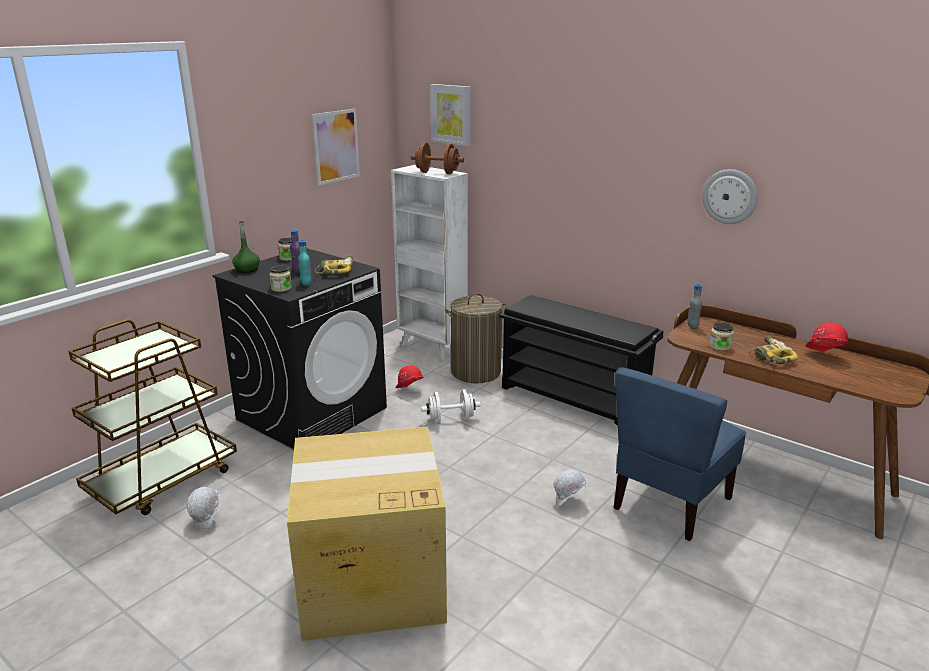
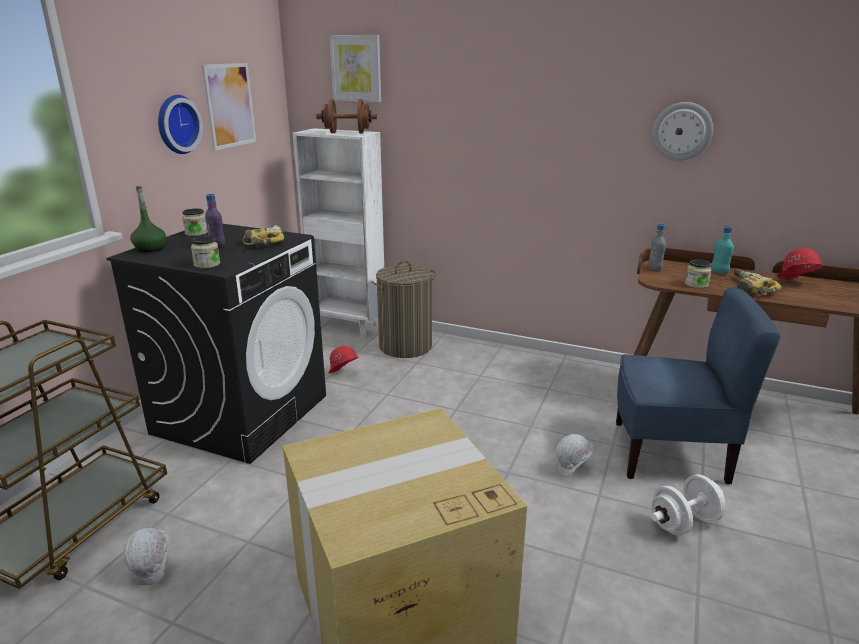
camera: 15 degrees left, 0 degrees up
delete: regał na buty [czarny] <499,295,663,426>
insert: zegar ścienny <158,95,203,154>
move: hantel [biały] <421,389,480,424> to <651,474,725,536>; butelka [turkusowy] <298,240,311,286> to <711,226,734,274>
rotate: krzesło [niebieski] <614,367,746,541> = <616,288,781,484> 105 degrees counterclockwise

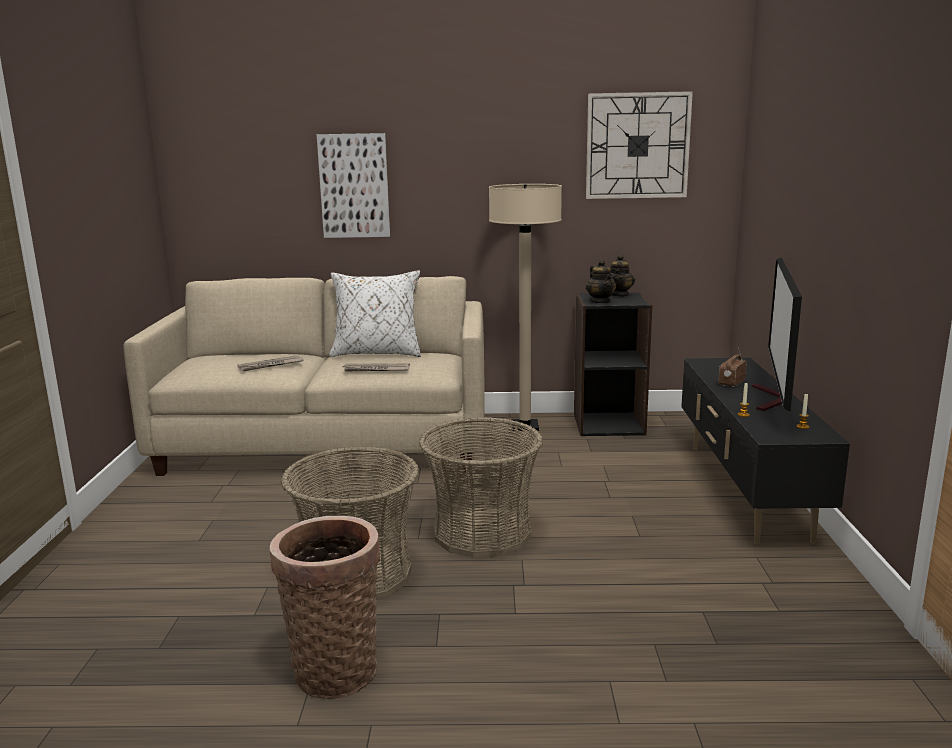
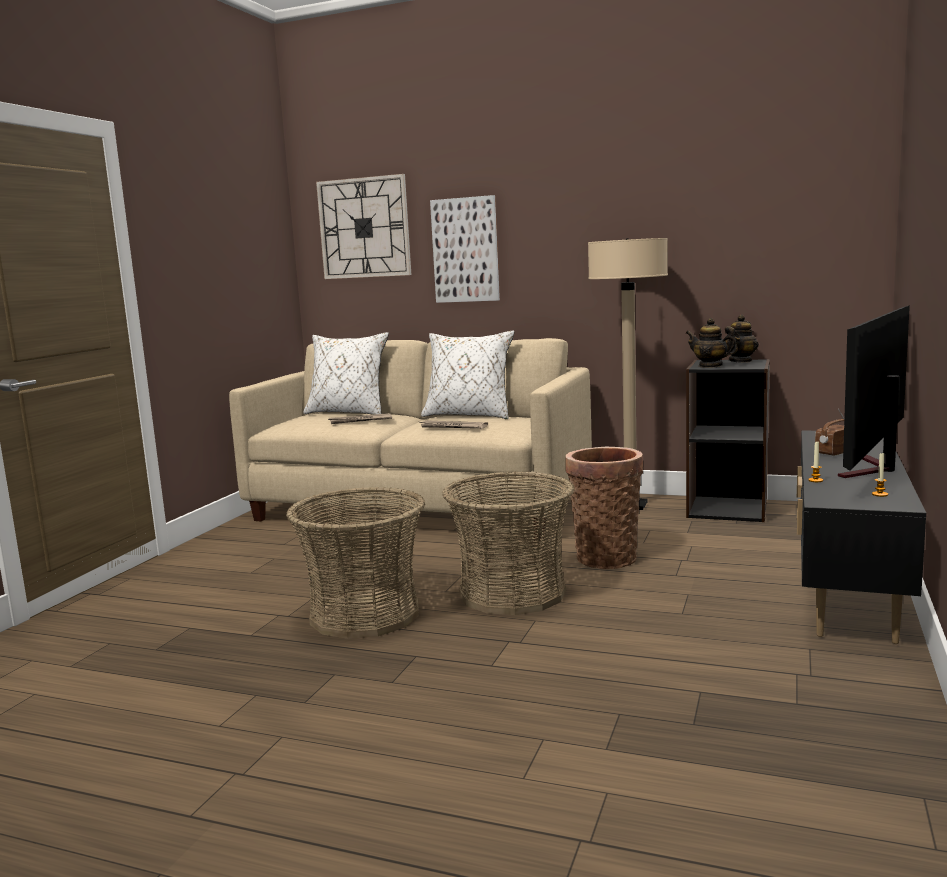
camera: 20 degrees right, 5 degrees down
insert: poduszka [biały] <303,332,389,415>
move: zegar ścienny <586,91,693,199> to <316,174,411,279>; koszyk <270,516,380,699> to <565,447,643,569>
rotate: imbryk <586,260,616,304> = <686,318,738,368> 120 degrees clockwise

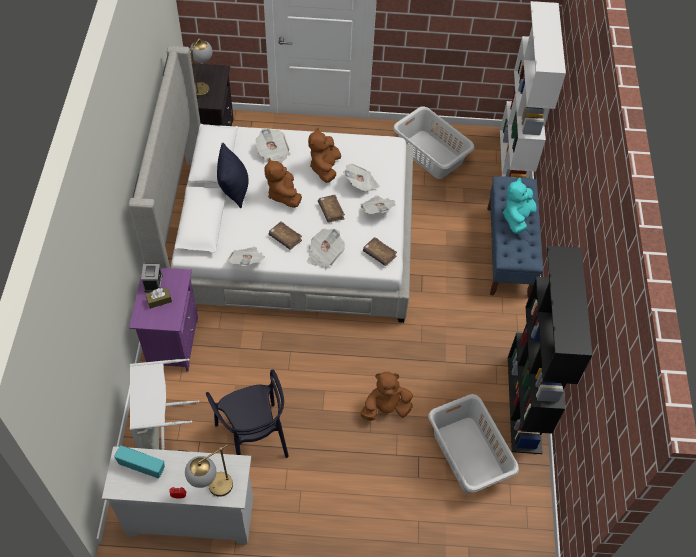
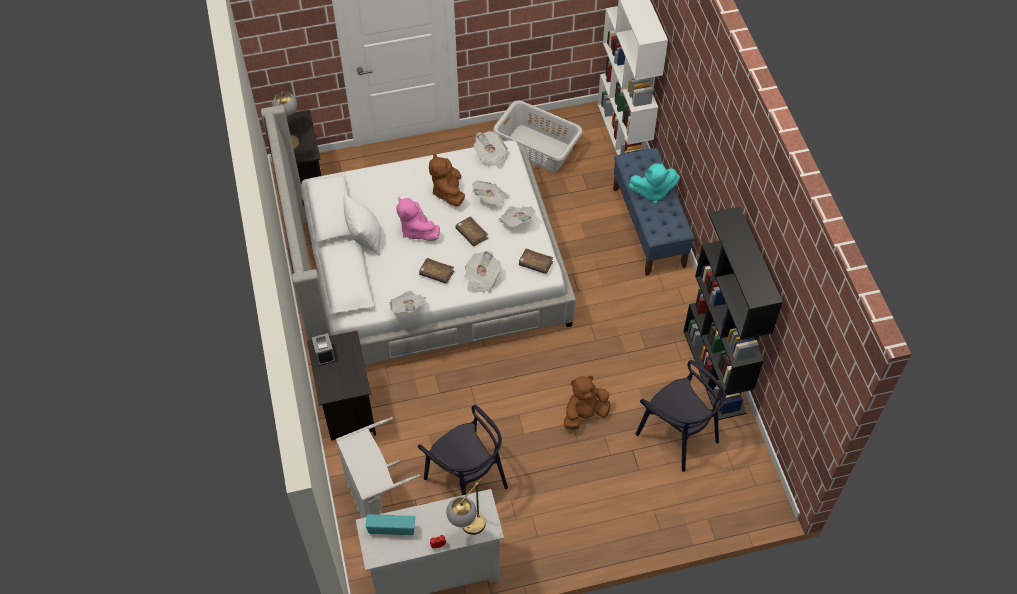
camera: 15 degrees left, 0 degrees up
delete: pudełko chusteczek [brązowy] <145,287,172,309>
move: gazeta <255,128,290,164> to <474,131,510,169>
replace: kosz na pranie [szary] <428,394,519,493> to krzesło [czarny] <635,360,726,472>
recolor: szafka nocna [fioletowy] <129,268,198,371> to szafka nocna [czarny] <307,331,376,441>; poduszka [czarny] <217,143,249,208> to poduszka [biały] <344,194,381,256>; pluszak [brązowy] <265,157,302,208> to pluszak [różowy] <396,197,440,241>
rotate: pluszak [turkusowy] <503,178,537,234> = <628,163,680,204> 105 degrees counterclockwise

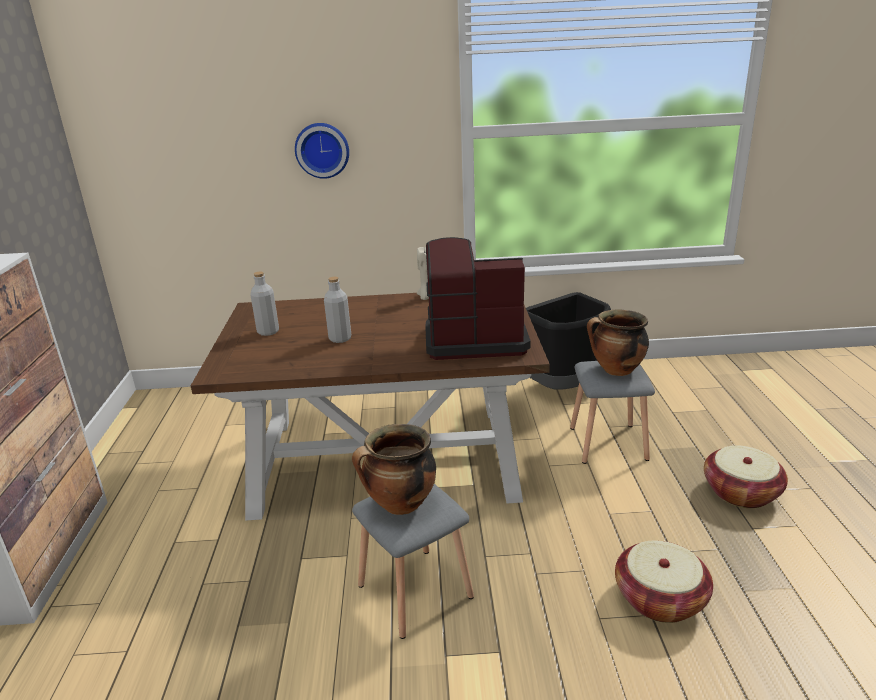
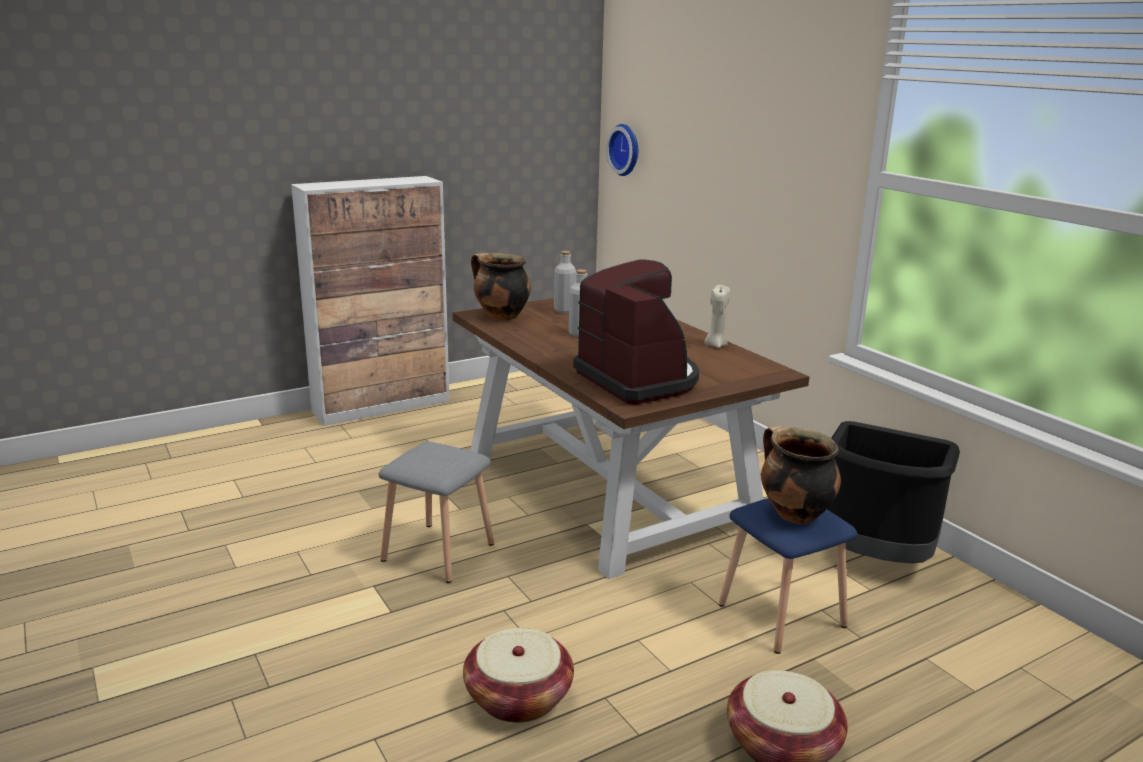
camera: 60 degrees right, 5 degrees down
move: garnek <352,424,436,515> to <471,253,531,320>; zegar ścienny <295,123,349,179> to <606,124,638,176>
recolor: stołek [szary] <570,361,655,464> to stołek [niebieski] <719,498,857,654>

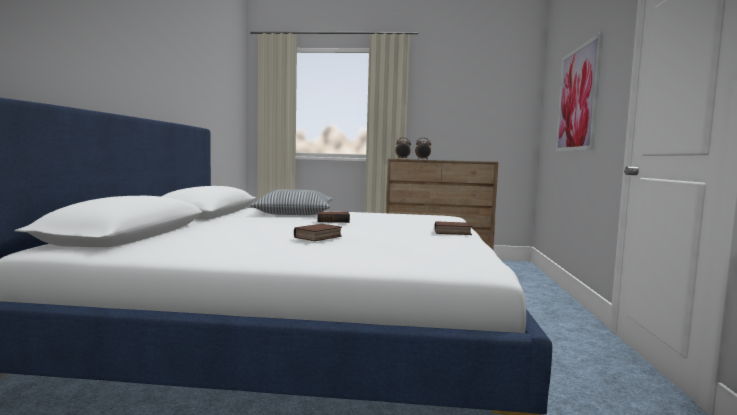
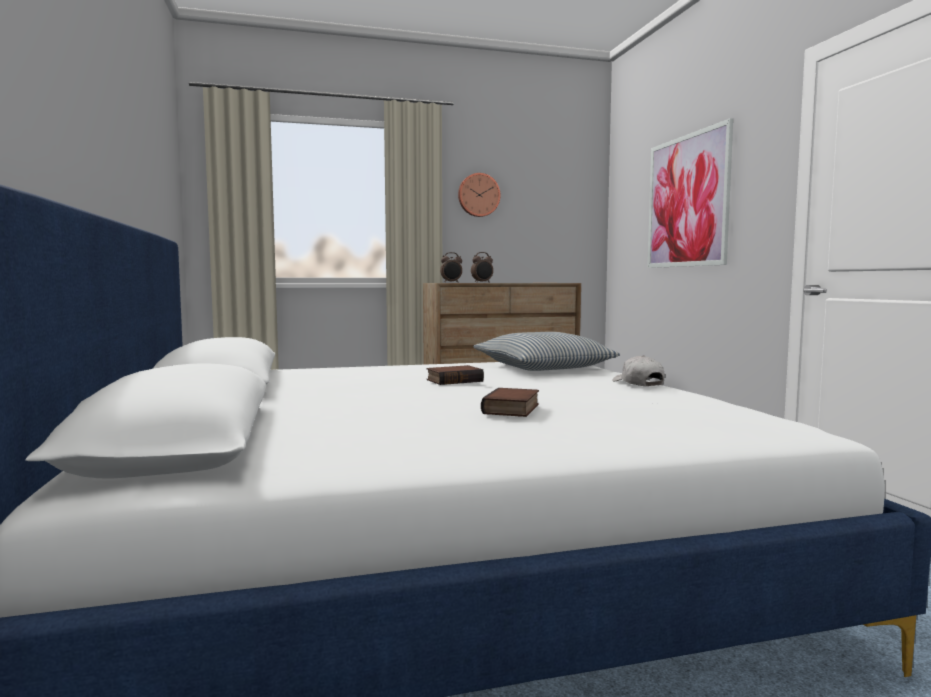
camera: 20 degrees left, 0 degrees up
insert: zegar ścienny <458,173,500,217>
move: poduszka <250,189,332,215> to <473,332,620,371>
replace: książka <435,221,472,235> to czapka z daszkiem [biały] <612,355,664,386>

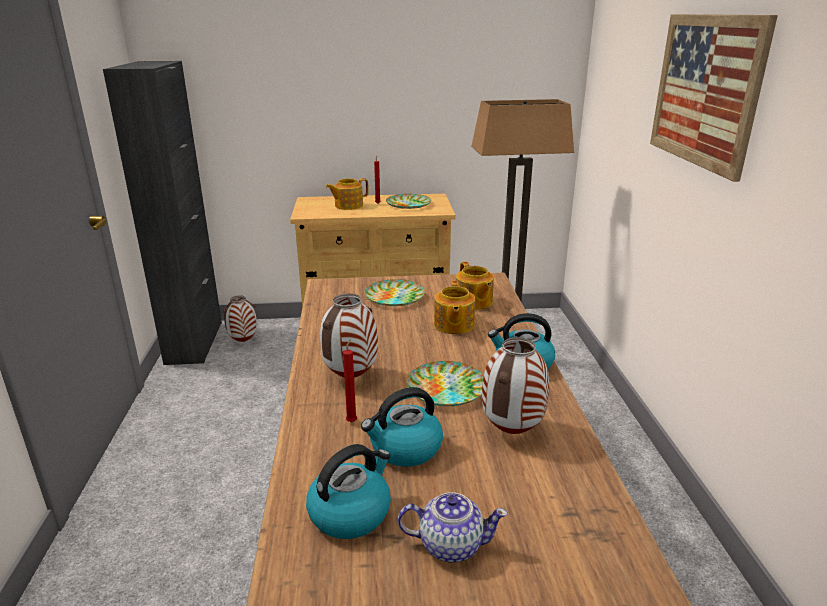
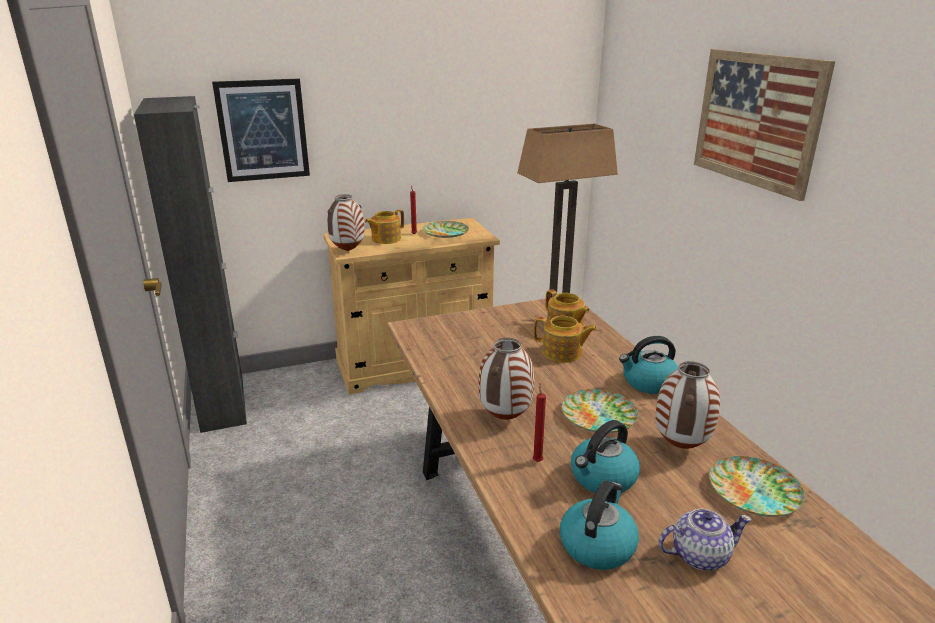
camera: 15 degrees left, 0 degrees up
insert: obraz <212,78,310,182>
move: wazon <223,295,257,342> to <327,194,365,251>; talerz <365,279,425,306> to <709,456,805,517>
rotate: imbryk <434,281,475,334> = <534,316,597,363> 60 degrees counterclockwise

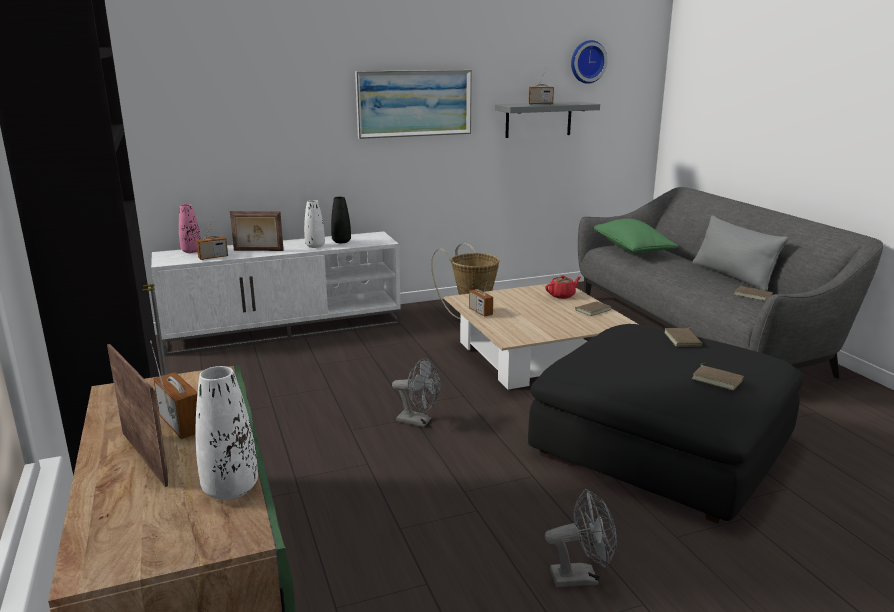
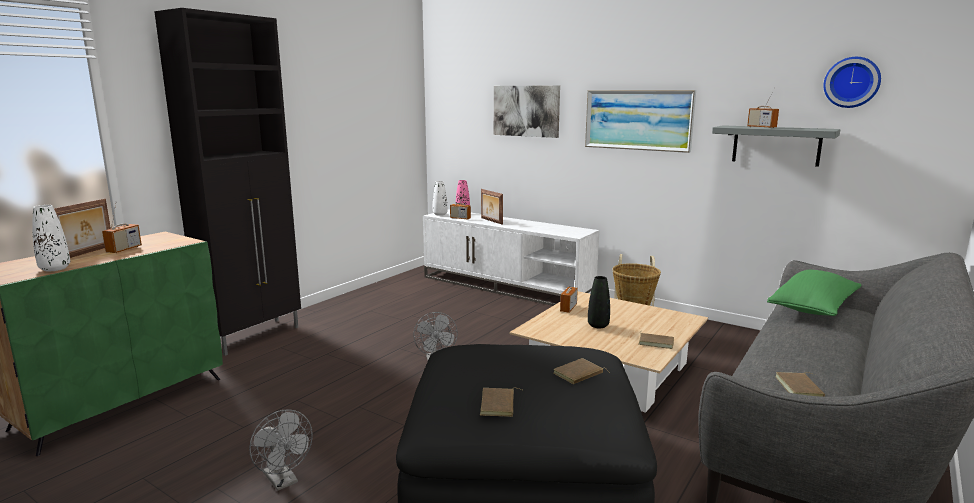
camera: 55 degrees right, 5 degrees down
delete: imbryk [czerwony] <545,275,581,299>; poduszka [szary] <693,215,789,291>
insert: obraz <494,86,560,138>
move: wazon [biały] <304,200,325,248> to <433,181,447,216>; wazon [czarny] <331,197,351,243> to <588,276,610,329>

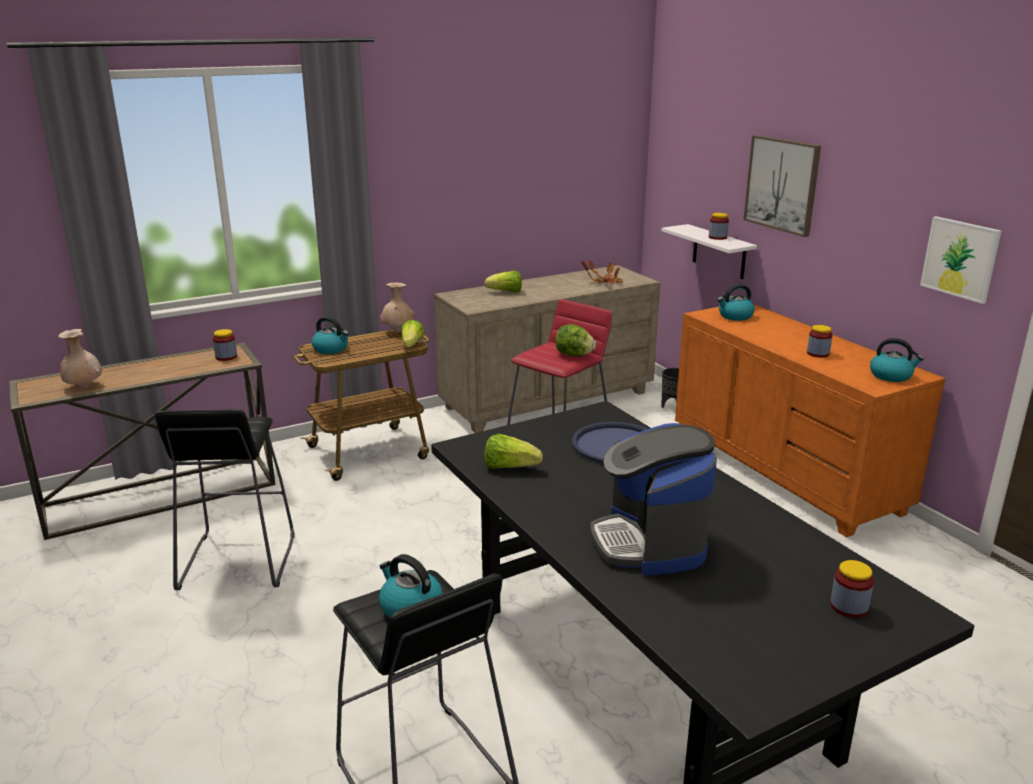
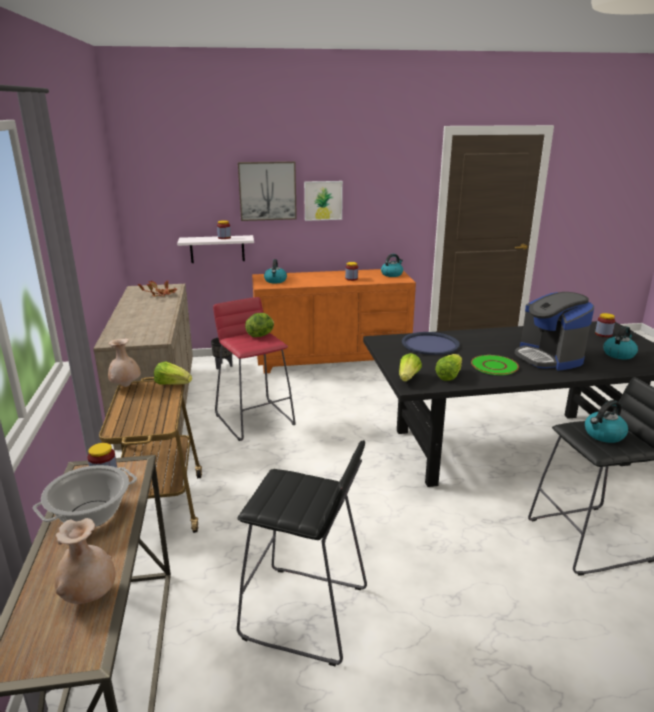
camera: 70 degrees left, 0 degrees up
insert: garnek <33,465,137,527>; talerz [zielony] <471,355,519,375>
move: obraz <920,216,1001,304> to <304,181,343,221>; sałata <485,271,522,293> to <399,353,422,382>; czajnik <312,316,349,354> to <604,326,638,359>
rotate: ekspres do kawy <590,423,717,576> = <515,292,594,371> 60 degrees clockwise

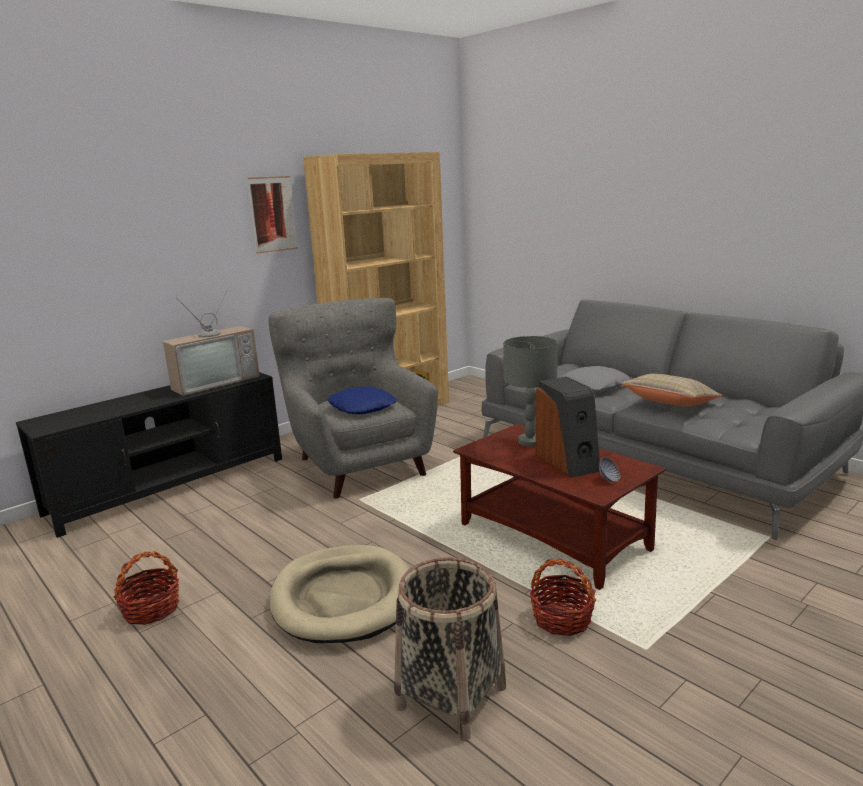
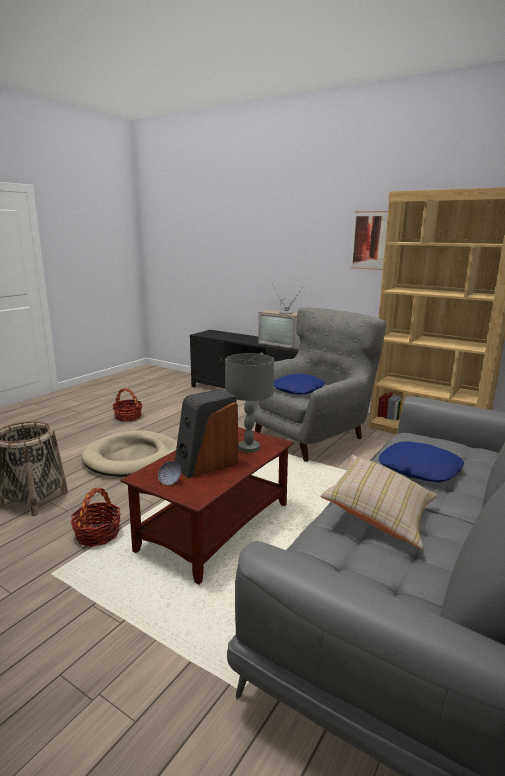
camera: 75 degrees right, 0 degrees up
recolor: poduszka [szary] <560,366,630,392> to poduszka [niebieski] <379,441,464,482>

